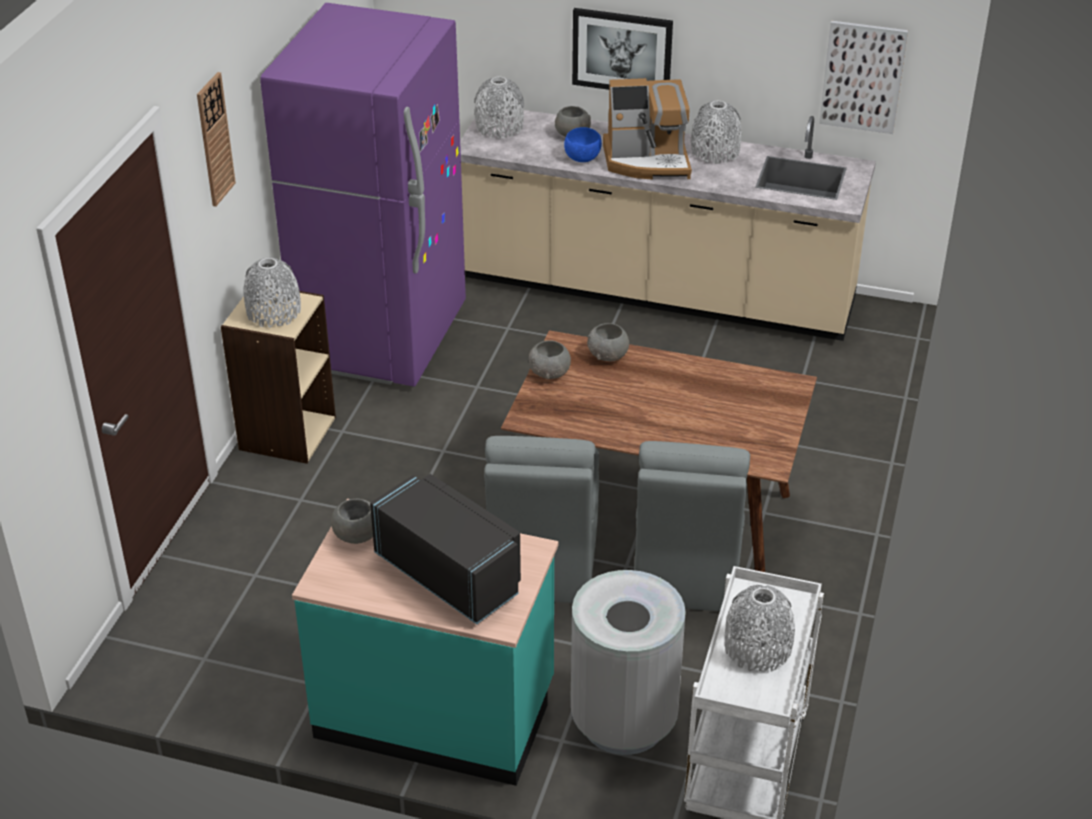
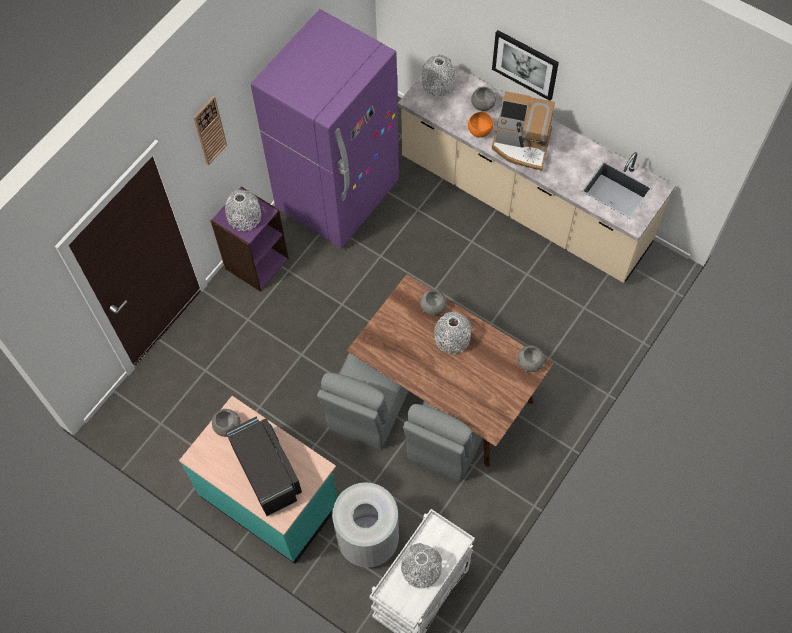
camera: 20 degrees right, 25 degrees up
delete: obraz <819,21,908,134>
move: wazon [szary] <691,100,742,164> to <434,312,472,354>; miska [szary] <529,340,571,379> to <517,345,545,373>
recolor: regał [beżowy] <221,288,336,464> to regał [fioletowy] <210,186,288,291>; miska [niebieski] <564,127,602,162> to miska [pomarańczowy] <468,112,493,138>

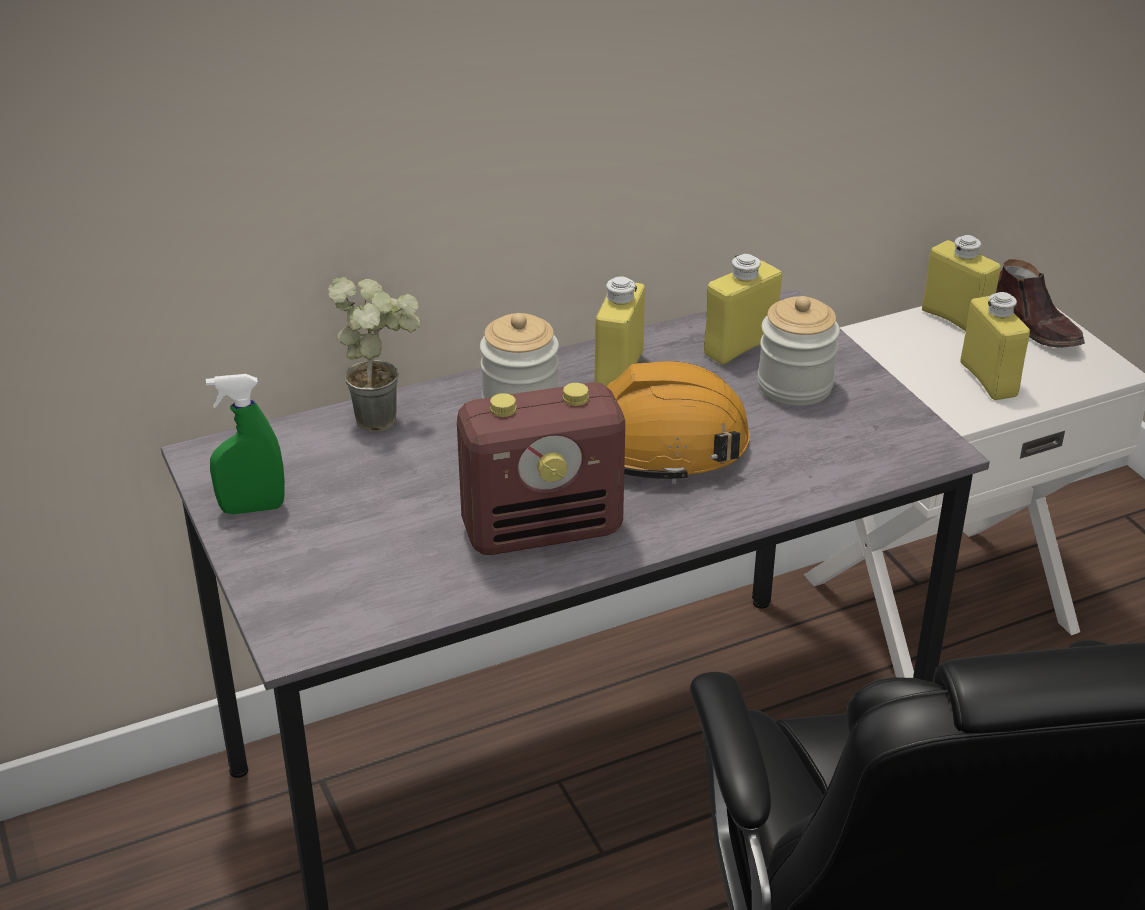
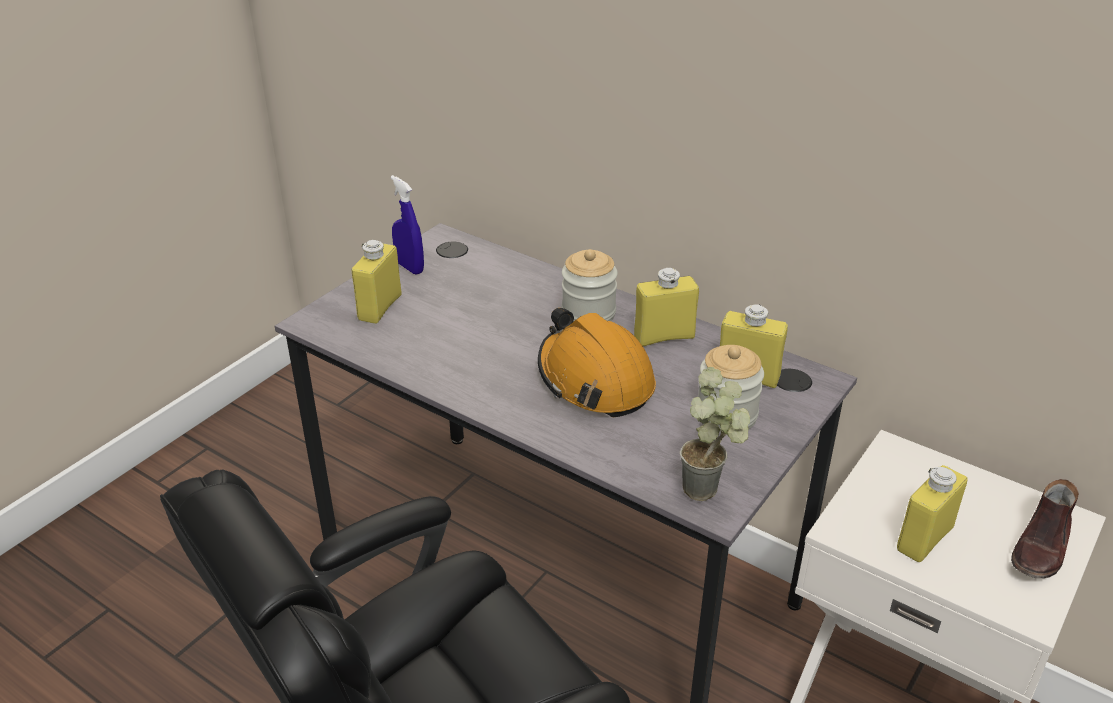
camera: 60 degrees right, 0 degrees up
delete: radio <457,382,625,555>
move: butelka [żółty] <922,235,1001,331> to <352,240,402,324>; roślina doniczkowa <328,277,420,432> to <680,367,750,501>
recolor: spryskiwacz [zielony] <206,374,285,514> to spryskiwacz [niebieski] <391,175,424,275>

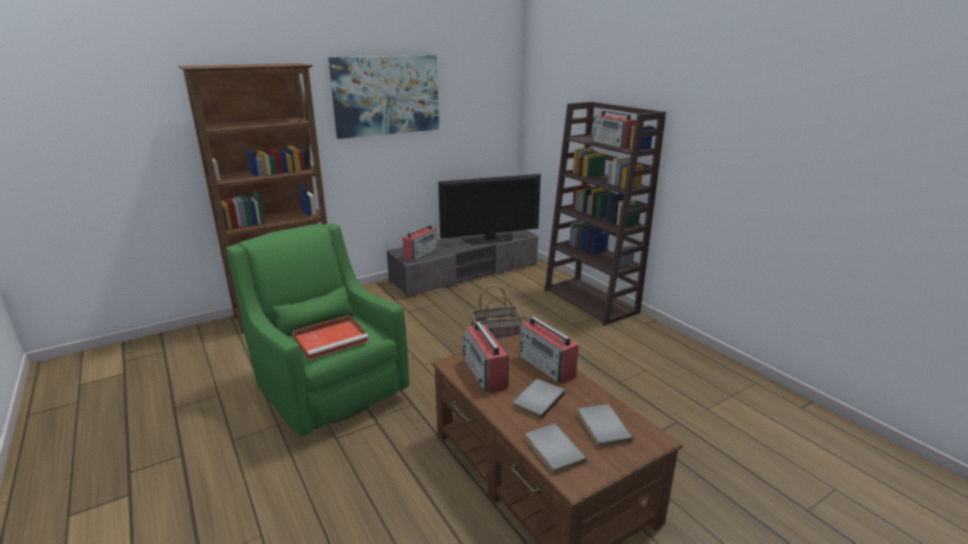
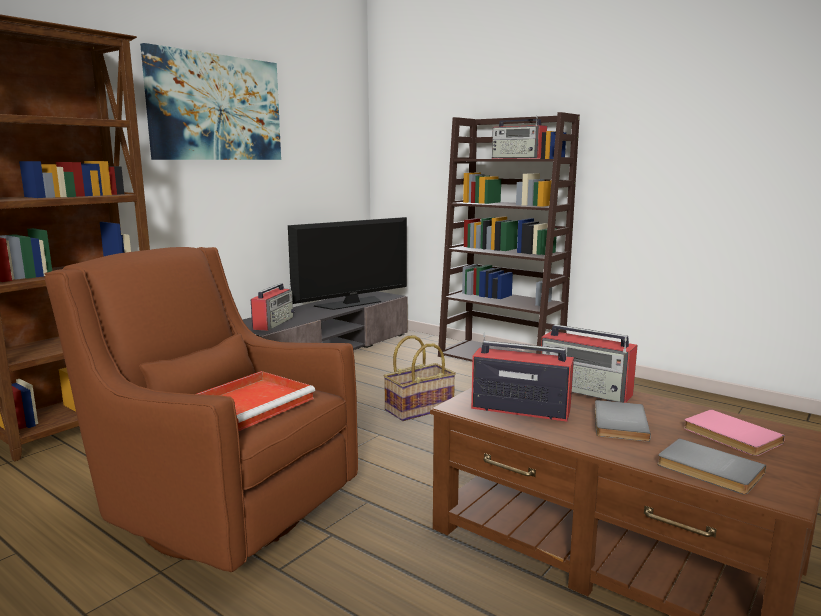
camera: 20 degrees left, 10 degrees down
recolor: fotel [zielony] <226,224,409,436> to fotel [brązowy] <45,247,358,572>; książka [szary] <577,404,633,448> to książka [różowy] <684,410,785,456>
rotate: radio <462,321,509,393> = <471,333,574,422> 150 degrees clockwise

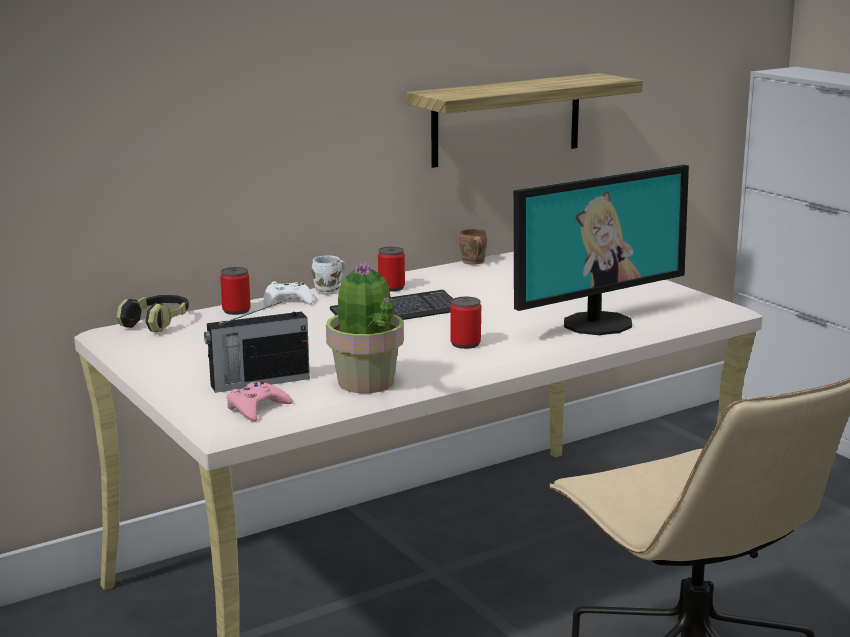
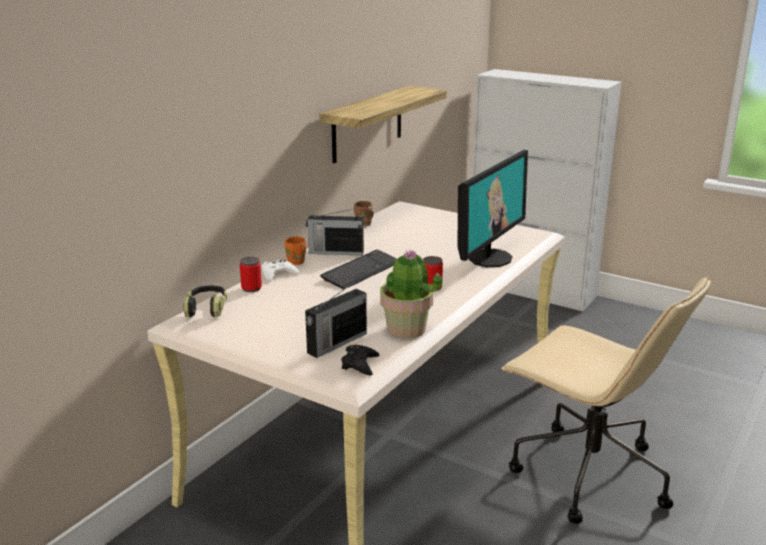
camera: 25 degrees left, 5 degrees up
replace: puszka <378,247,405,292> to radio <306,209,364,256>
recolor: kubek [biały] <312,255,346,295> to kubek [pomarańczowy] <285,236,306,265>; pad do gier [różowy] <226,382,293,422> to pad do gier [czarny] <342,344,379,375>

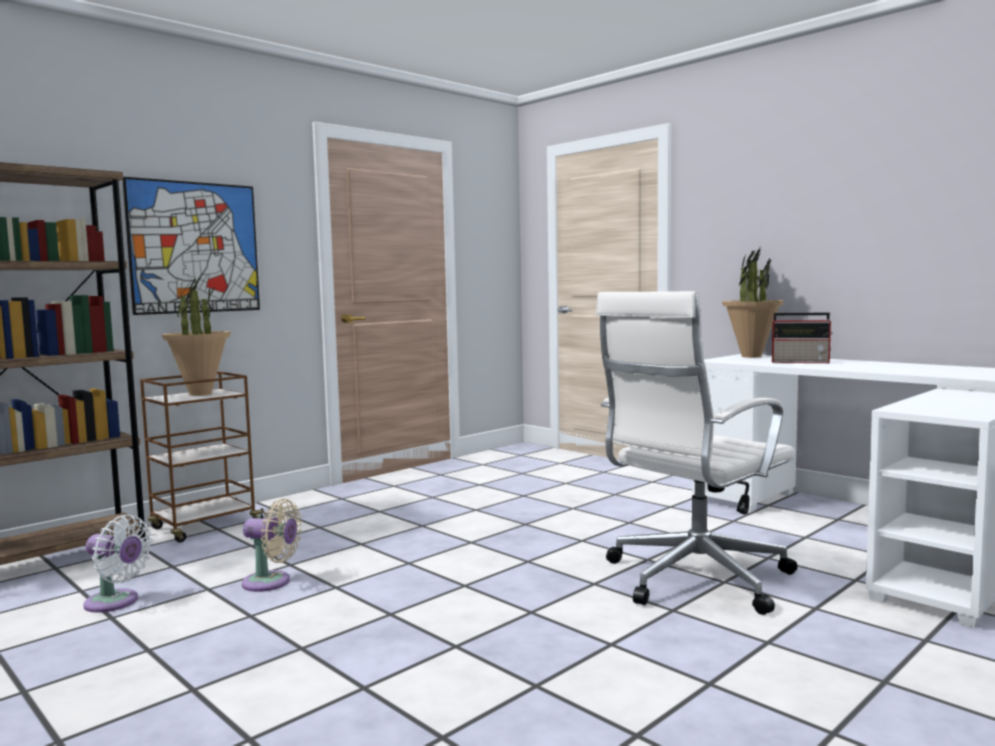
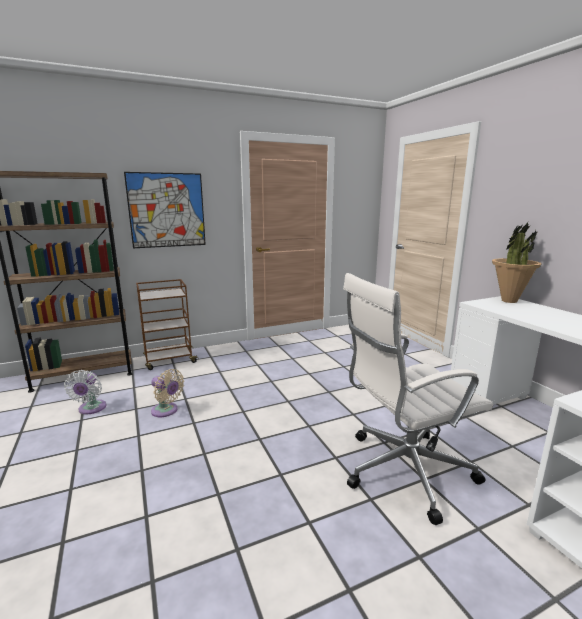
camera: 20 degrees right, 10 degrees up
delete: roślina doniczkowa <161,275,231,396>; radio <772,313,833,363>
rotate: wentylator [biały] <83,514,153,613> = <64,370,106,414> 45 degrees clockwise

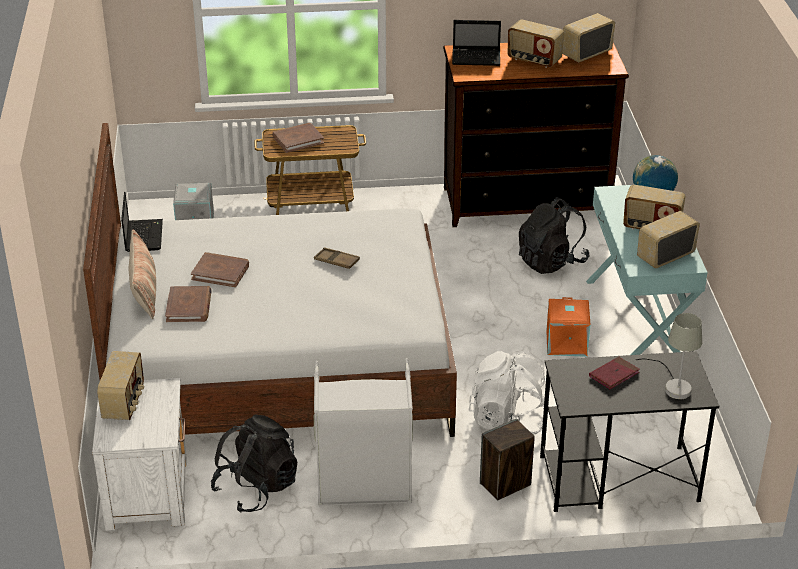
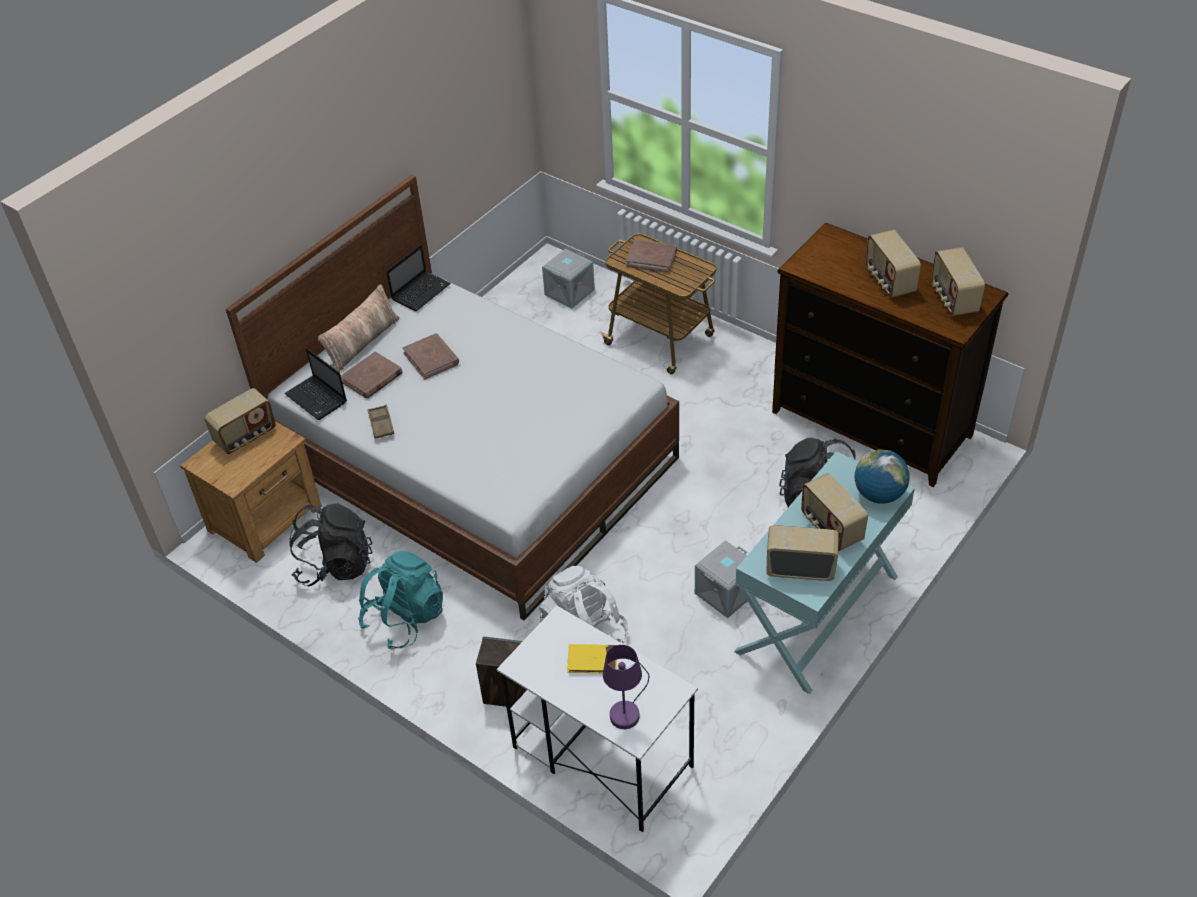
camera: 45 degrees right, 10 degrees up
move: laptop <452,20,501,66> to <284,348,347,420>; taca [brązowy] <314,247,360,269> to <368,405,394,439>
replace: kosz na pranie [szary] <313,358,413,506> to plecak [turkusowy] <358,551,443,650>
recolor: szafka nocna [biały] <92,378,187,531> to szafka nocna [brązowy] <180,421,322,563>; biurko [czarny] <540,351,719,512> to biurko [biały] <497,605,698,832>; książka [czerwony] <589,357,640,389> to książka [żółty] <567,644,617,673>; lampa stołowa [szary] <636,313,702,400> to lampa stołowa [fioletowy] <603,645,649,729>; pojemnik do przechowywania [pomarańczowy] <546,297,590,357> to pojemnik do przechowywania [szary] <695,540,747,618>
rotate: radio <562,13,615,62> = <931,247,985,316> 105 degrees counterclockwise

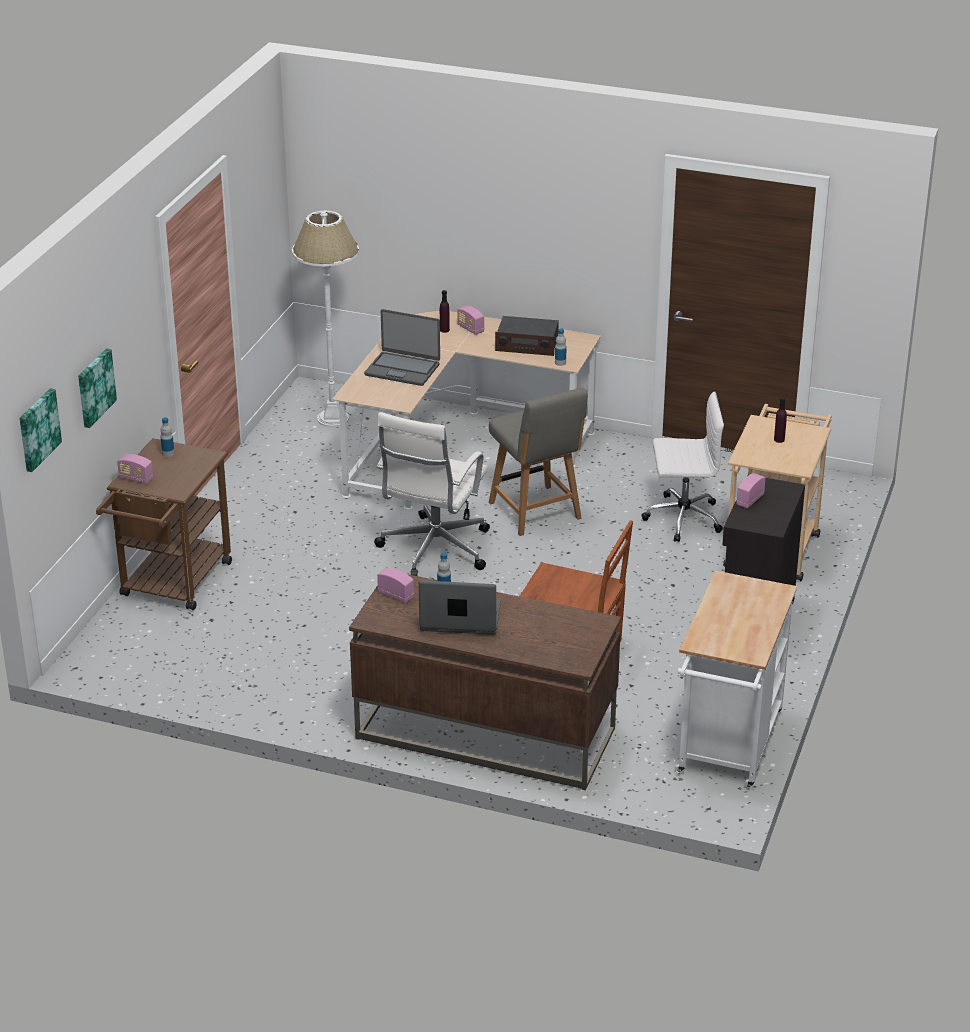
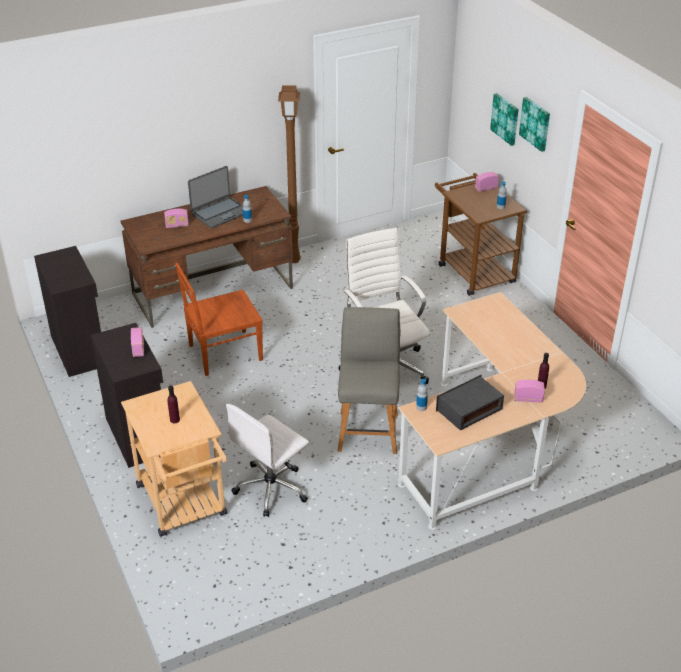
camera: 135 degrees right, 5 degrees up
delete: lampa stojąca [biały] <292,211,359,427>; laptop <364,309,440,386>
insert: lampa stojąca [brązowy] <278,85,301,263>
move: radio <377,568,414,603> to <164,209,189,228>; obraz <20,388,62,472> to <519,97,550,152>
replace: wózek [biały] <675,571,797,789> to szafka [czarny] <34,246,101,377>
rotate: krzesło [szary] <489,388,588,536> = <338,307,401,454> 75 degrees clockwise

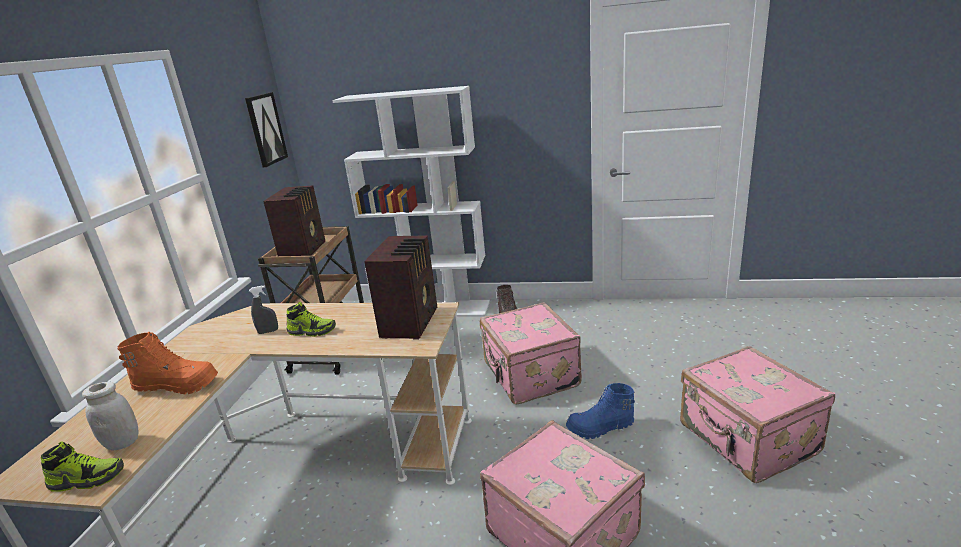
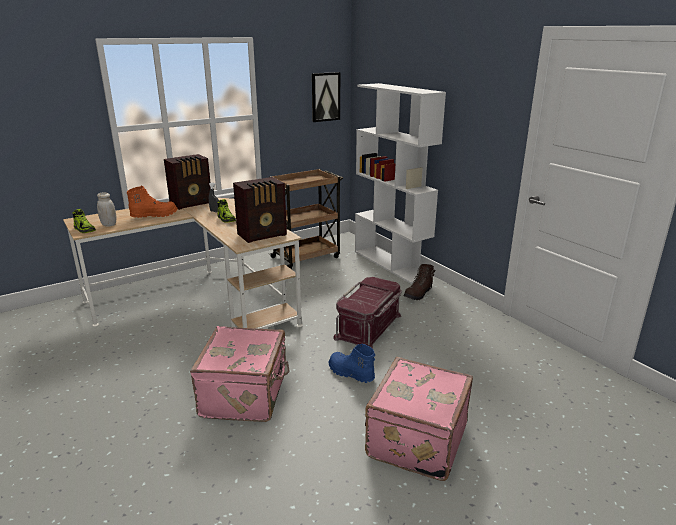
camera: 45 degrees right, 0 degrees up
move: radio <263,185,325,256> to <164,154,211,210>
replace: walizka [różowy] <480,302,582,404> to pojemnik do przechowywania [czerwony] <333,277,402,349>
rotate: but z cholewką [pomarańczowy] <118,332,218,394> = <127,186,178,218> 75 degrees counterclockwise

